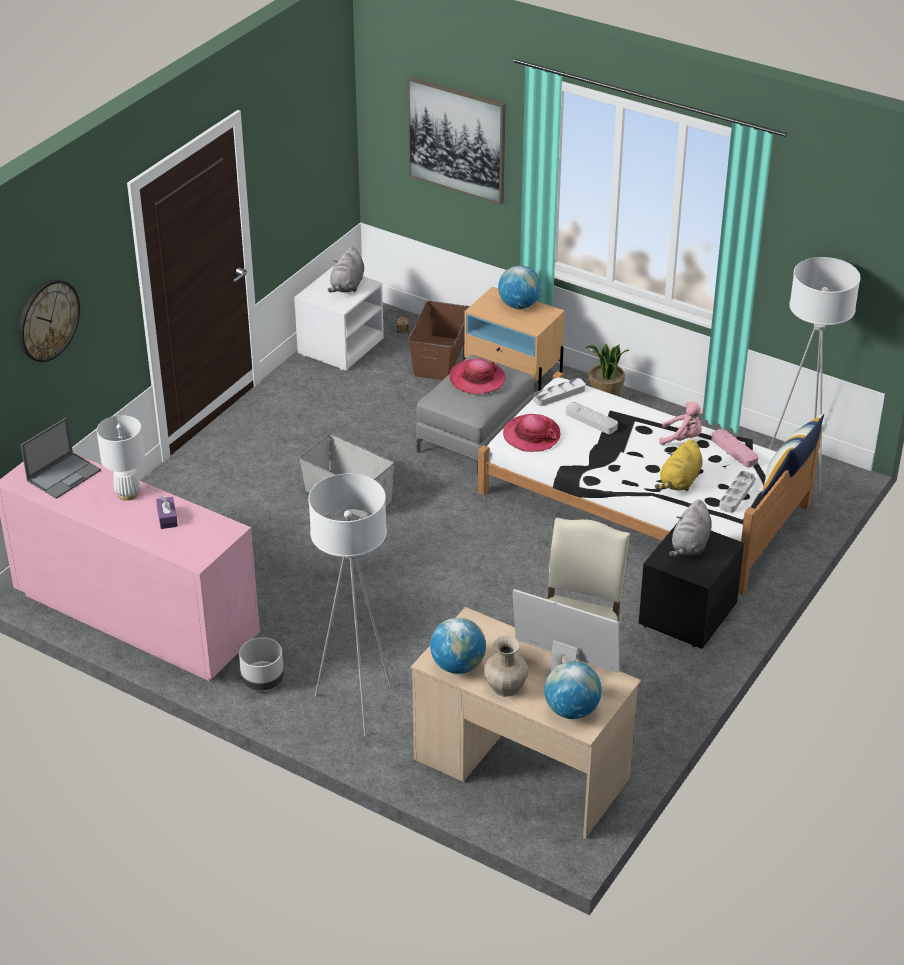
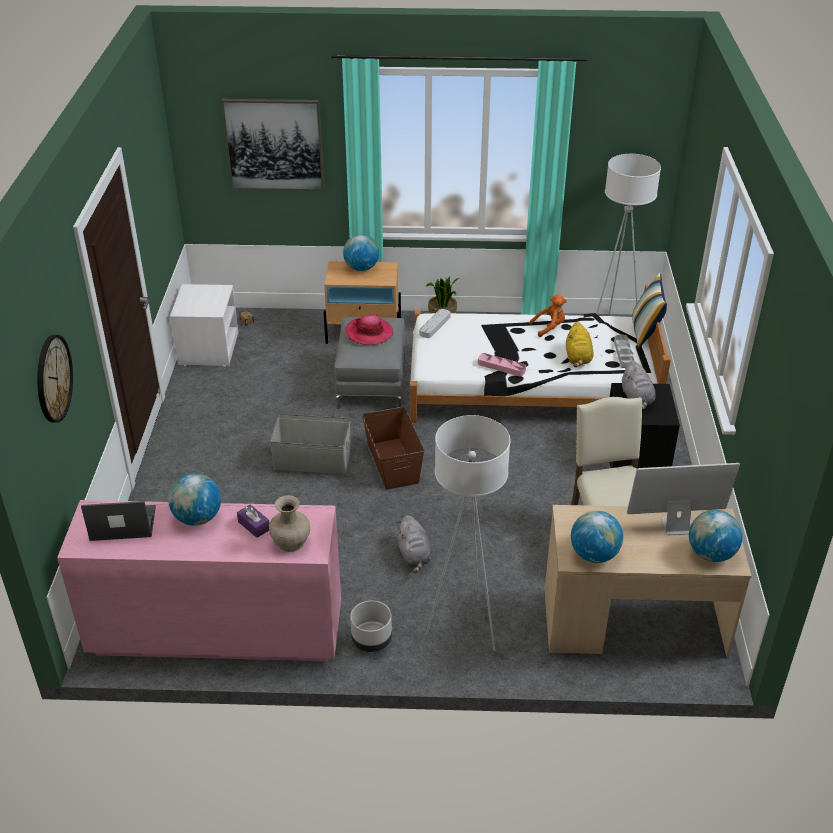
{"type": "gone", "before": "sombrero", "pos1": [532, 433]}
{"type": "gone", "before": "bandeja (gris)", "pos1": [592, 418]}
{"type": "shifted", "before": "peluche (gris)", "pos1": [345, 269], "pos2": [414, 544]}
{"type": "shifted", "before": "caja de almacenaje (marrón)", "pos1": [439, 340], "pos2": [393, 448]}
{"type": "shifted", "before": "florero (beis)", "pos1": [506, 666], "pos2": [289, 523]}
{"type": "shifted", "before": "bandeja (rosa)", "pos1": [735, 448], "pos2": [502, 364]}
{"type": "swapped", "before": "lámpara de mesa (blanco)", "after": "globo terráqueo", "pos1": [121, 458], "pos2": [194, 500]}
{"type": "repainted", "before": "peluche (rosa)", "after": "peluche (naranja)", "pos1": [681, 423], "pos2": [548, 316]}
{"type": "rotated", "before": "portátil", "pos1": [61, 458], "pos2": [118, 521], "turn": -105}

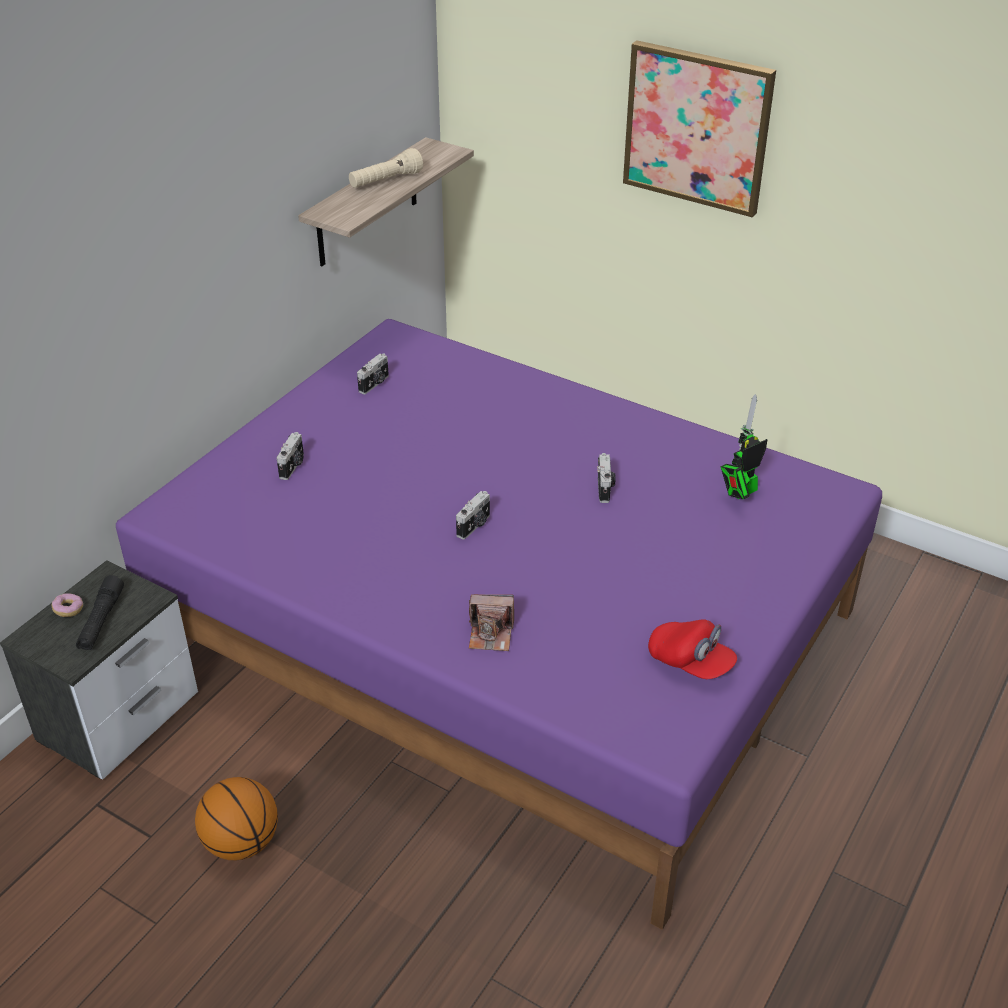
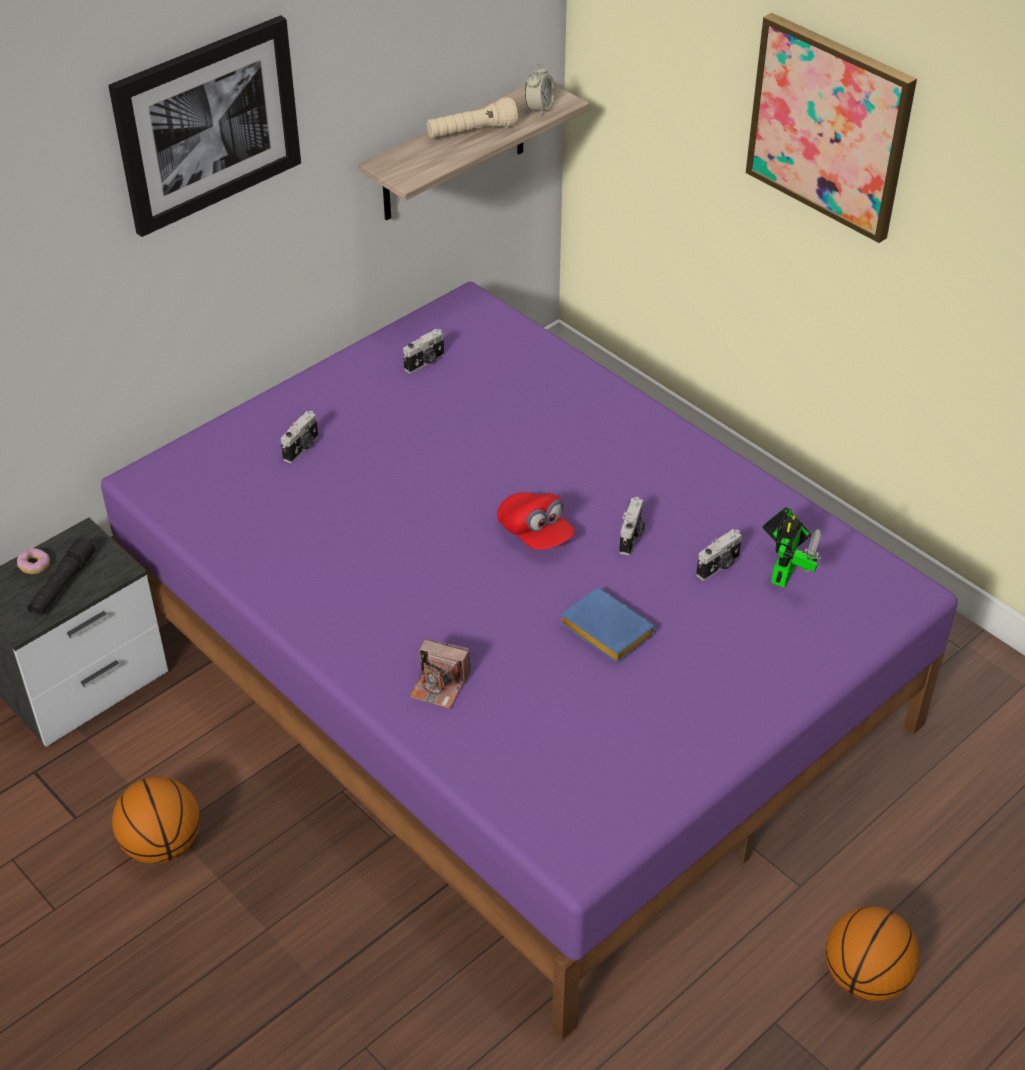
{"type": "new", "after": "cuadro", "pos2": [204, 126]}
{"type": "new", "after": "despertador", "pos2": [540, 89]}
{"type": "new", "after": "libro (azul)", "pos2": [608, 625]}
{"type": "new", "after": "balón de baloncesto", "pos2": [873, 953]}
{"type": "shifted", "before": "cámara", "pos1": [473, 515], "pos2": [719, 555]}
{"type": "shifted", "before": "gorra (rojo)", "pos1": [692, 649], "pos2": [536, 521]}
{"type": "rotated", "before": "robot de juguete", "pos1": [744, 446], "pos2": [792, 547], "turn": 135}

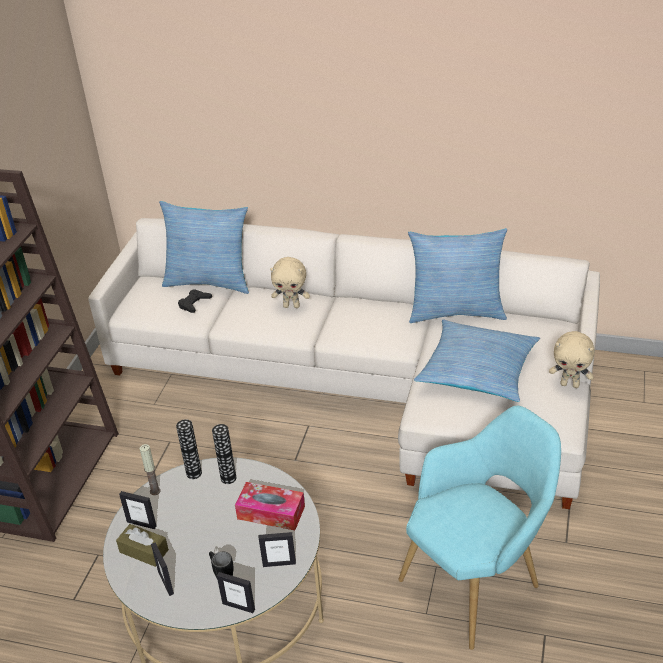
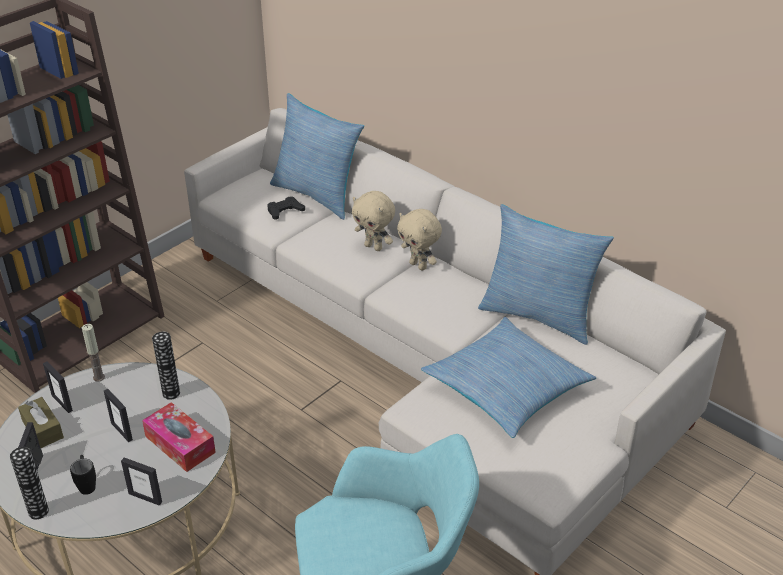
{"type": "shifted", "before": "florero", "pos1": [189, 449], "pos2": [29, 483]}
{"type": "shifted", "before": "portarretratos", "pos1": [236, 592], "pos2": [118, 415]}
{"type": "shifted", "before": "peluche (beis)", "pos1": [572, 359], "pos2": [419, 239]}

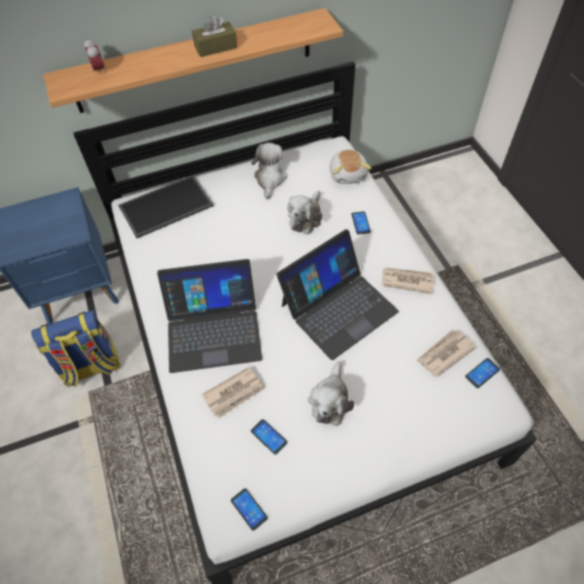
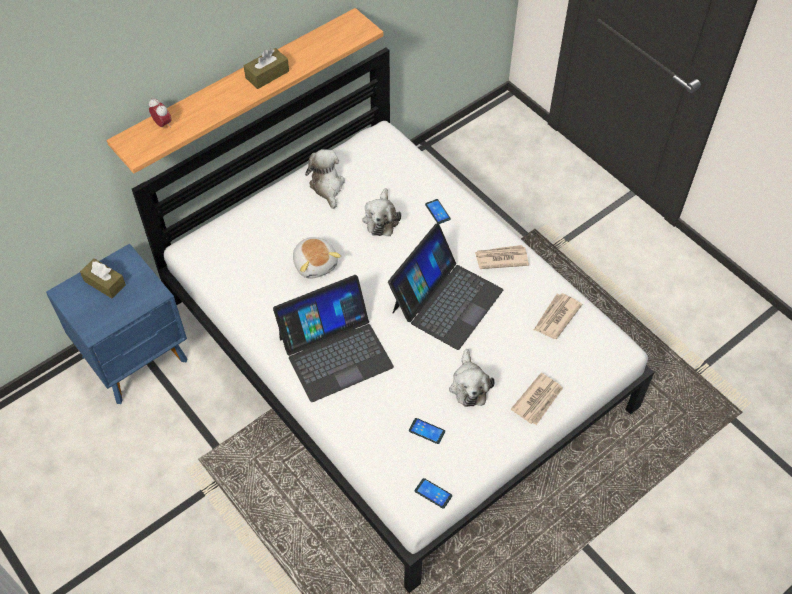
{"type": "gone", "before": "mochila", "pos1": [75, 348]}
{"type": "gone", "before": "bandeja", "pos1": [166, 206]}
{"type": "gone", "before": "móvil", "pos1": [482, 373]}
{"type": "new", "after": "caja de pañuelos (marrón)", "pos2": [103, 278]}
{"type": "shifted", "before": "periódico", "pos1": [233, 393], "pos2": [537, 399]}
{"type": "shifted", "before": "peluche", "pos1": [350, 166], "pos2": [317, 258]}

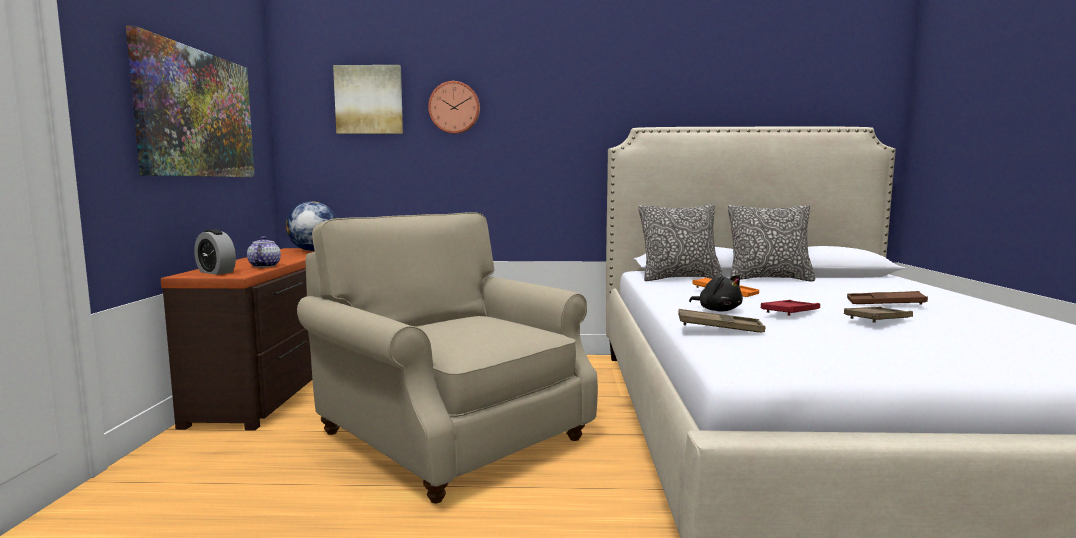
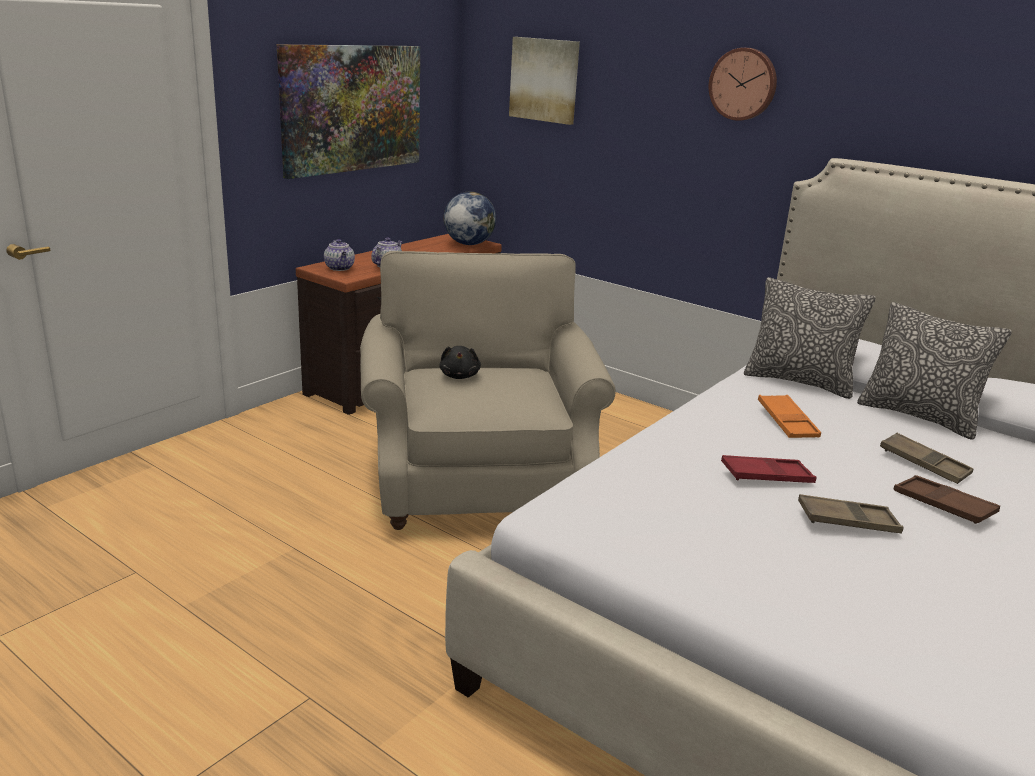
{"type": "shifted", "before": "reloj de pared", "pos1": [454, 107], "pos2": [743, 84]}
{"type": "shifted", "before": "bandeja (marrón)", "pos1": [722, 320], "pos2": [926, 458]}
{"type": "shifted", "before": "peluche (negro)", "pos1": [716, 293], "pos2": [460, 362]}
{"type": "swapped", "before": "despertador", "after": "tetera", "pos1": [215, 252], "pos2": [339, 255]}

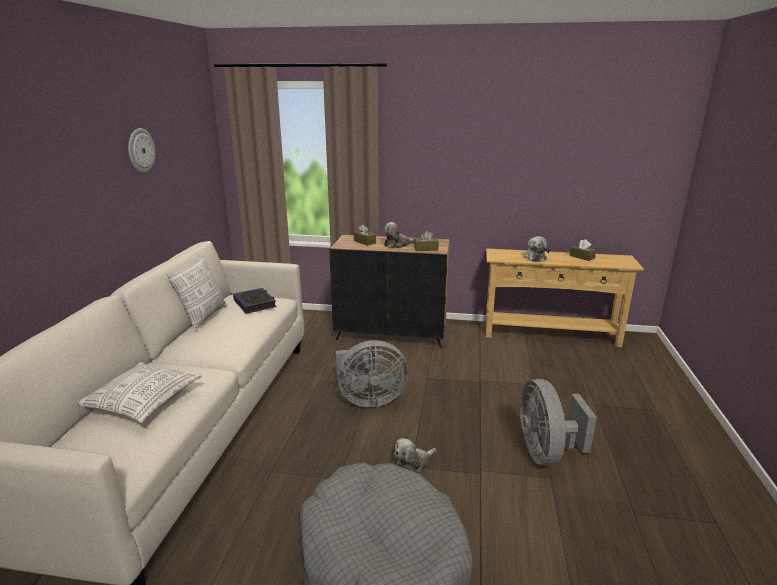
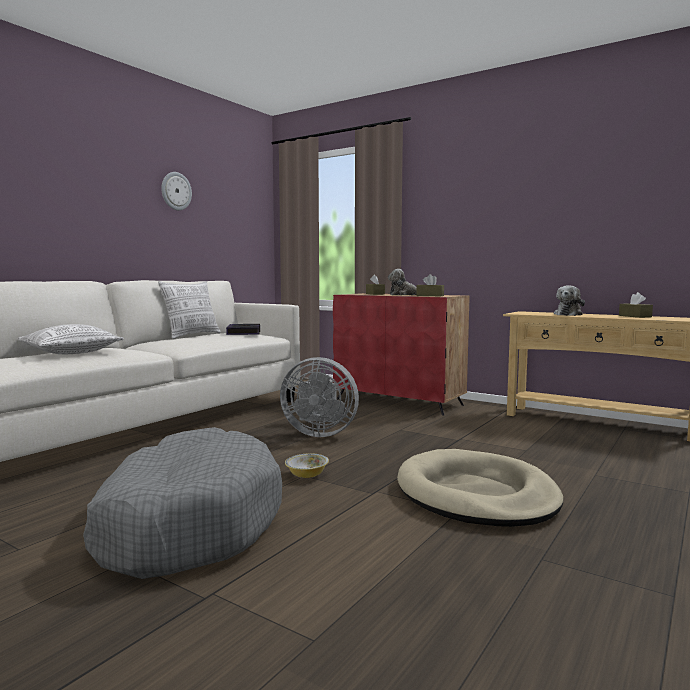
{"type": "swapped", "before": "peluche", "after": "cuenco", "pos1": [415, 456], "pos2": [307, 465]}
{"type": "swapped", "before": "ventilador (gris)", "after": "cama para perro (beis)", "pos1": [558, 422], "pos2": [480, 488]}
{"type": "repainted", "before": "armario (negro)", "after": "armario (rojo)", "pos1": [389, 291], "pos2": [401, 354]}

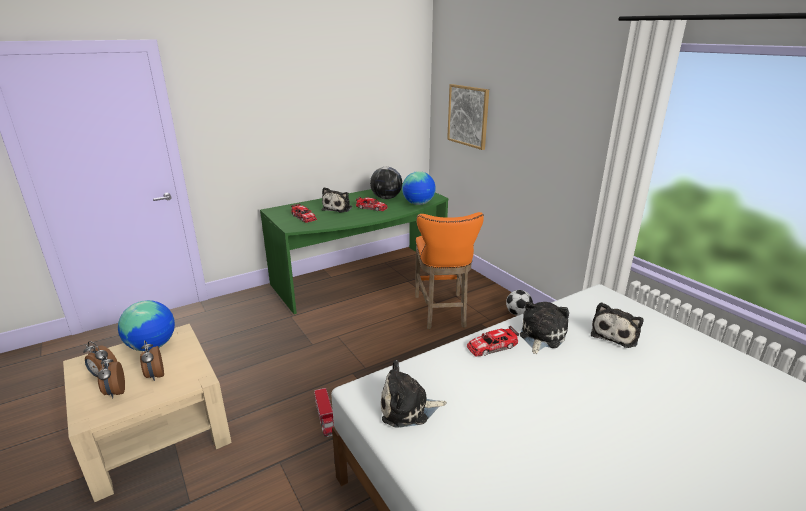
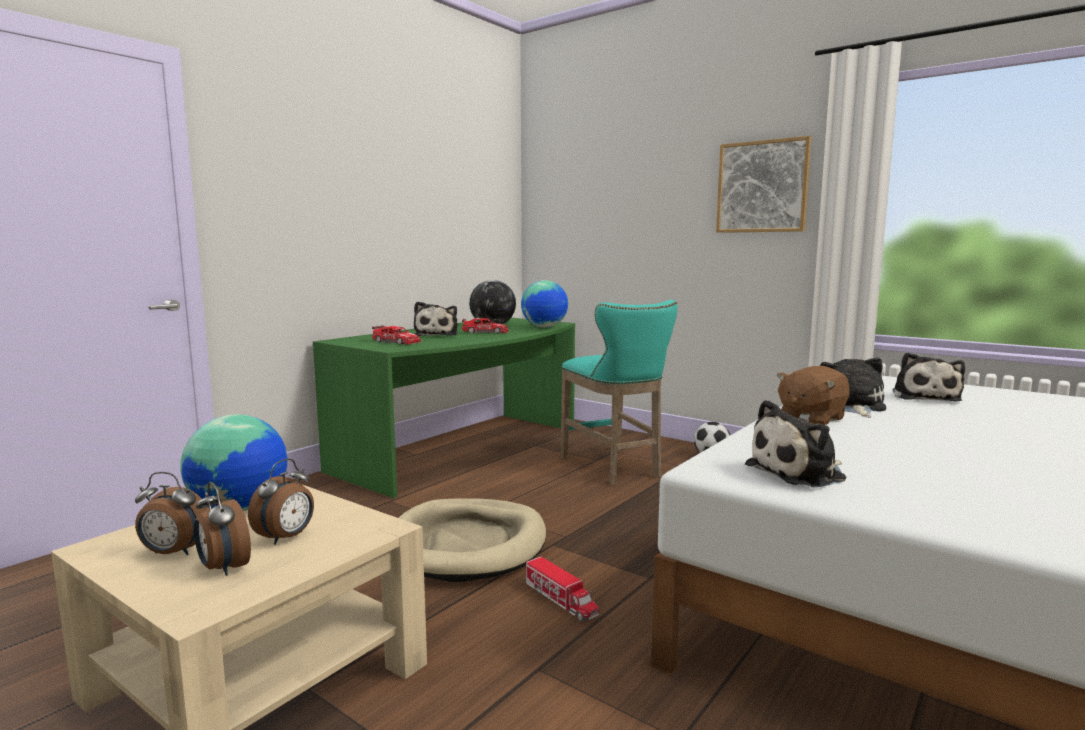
{"type": "new", "after": "cama para perro (beis)", "pos2": [472, 540]}
{"type": "shifted", "before": "cuadro", "pos1": [468, 117], "pos2": [763, 184]}
{"type": "swapped", "before": "coche de juguete", "after": "peluche (marrón)", "pos1": [493, 341], "pos2": [813, 395]}
{"type": "repainted", "before": "taburete (naranja)", "after": "taburete (turquesa)", "pos1": [449, 270], "pos2": [619, 392]}
{"type": "rotated", "before": "despertador", "pos1": [152, 360], "pos2": [281, 502], "turn": -105}

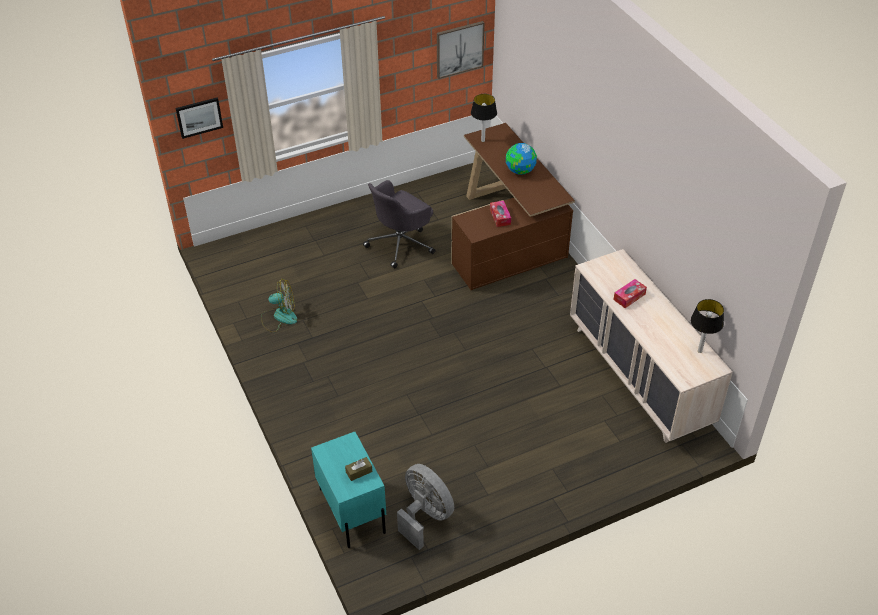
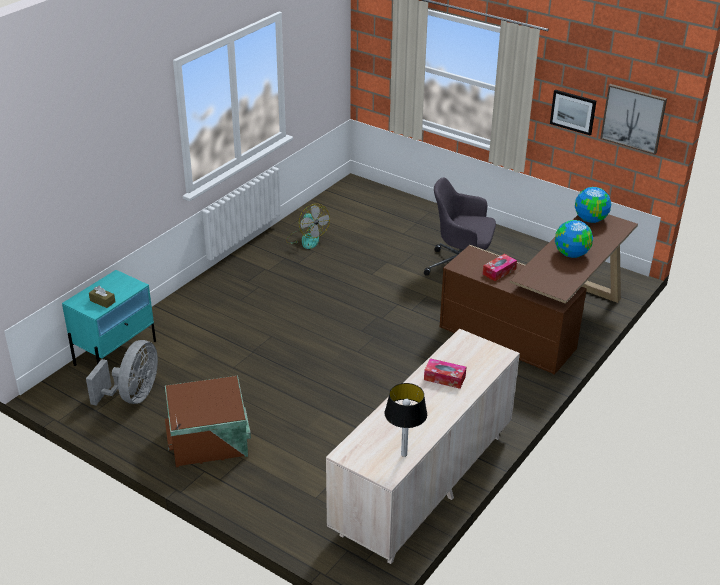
{"type": "new", "after": "caja de almacenaje (marrón)", "pos2": [208, 421]}
{"type": "shifted", "before": "cuadro", "pos1": [199, 118], "pos2": [573, 112]}
{"type": "swapped", "before": "lámpara de mesa", "after": "globo terráqueo", "pos1": [484, 118], "pos2": [593, 205]}

